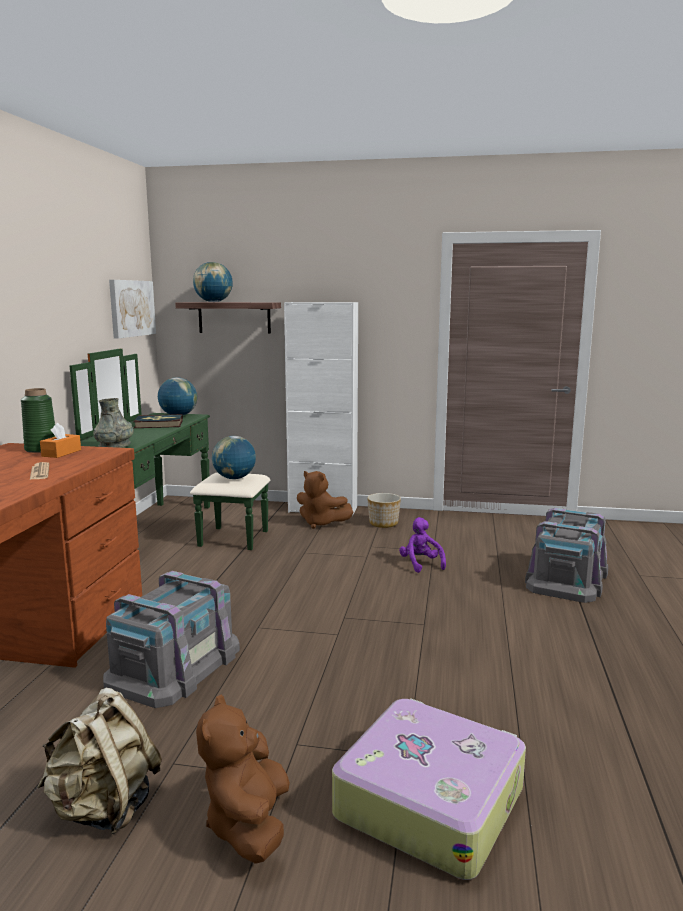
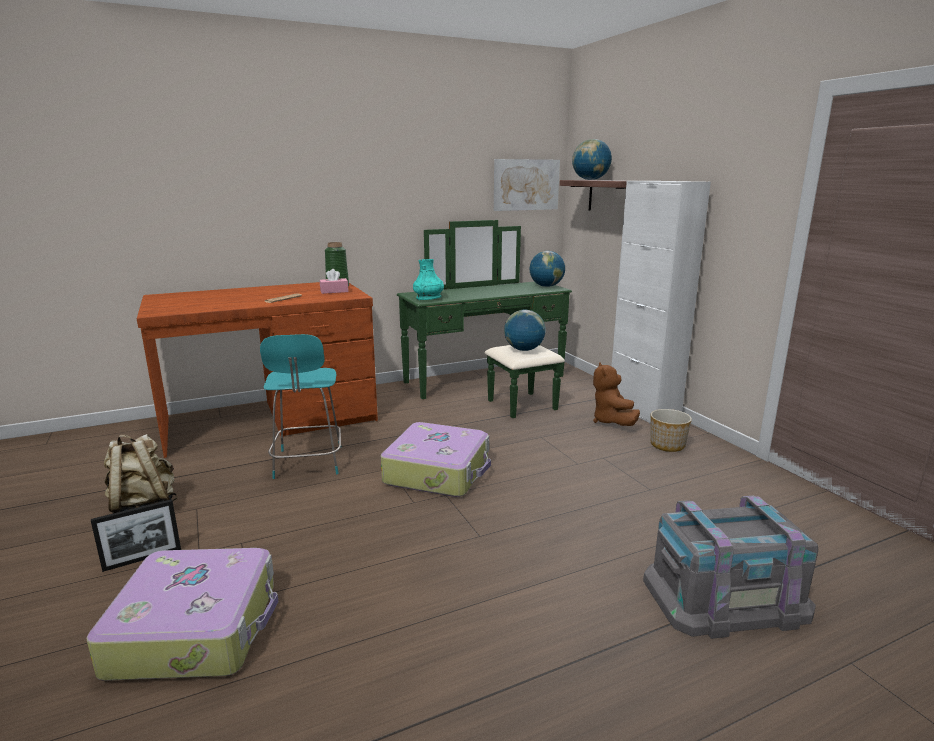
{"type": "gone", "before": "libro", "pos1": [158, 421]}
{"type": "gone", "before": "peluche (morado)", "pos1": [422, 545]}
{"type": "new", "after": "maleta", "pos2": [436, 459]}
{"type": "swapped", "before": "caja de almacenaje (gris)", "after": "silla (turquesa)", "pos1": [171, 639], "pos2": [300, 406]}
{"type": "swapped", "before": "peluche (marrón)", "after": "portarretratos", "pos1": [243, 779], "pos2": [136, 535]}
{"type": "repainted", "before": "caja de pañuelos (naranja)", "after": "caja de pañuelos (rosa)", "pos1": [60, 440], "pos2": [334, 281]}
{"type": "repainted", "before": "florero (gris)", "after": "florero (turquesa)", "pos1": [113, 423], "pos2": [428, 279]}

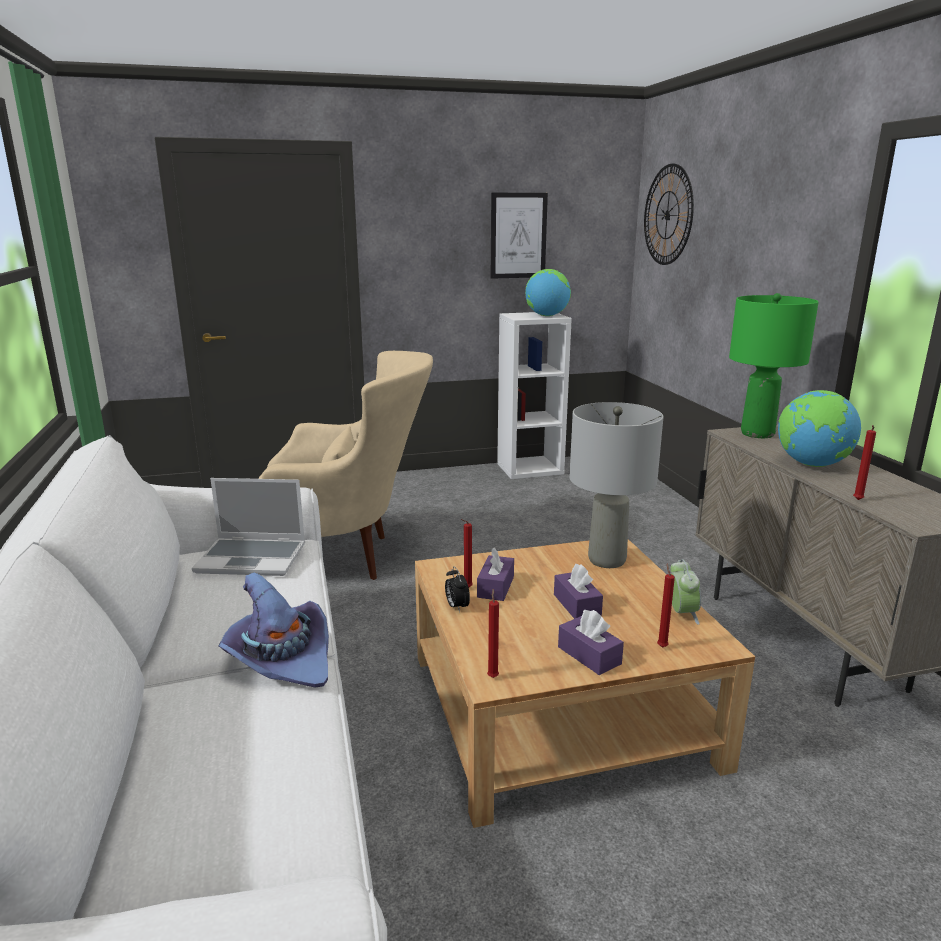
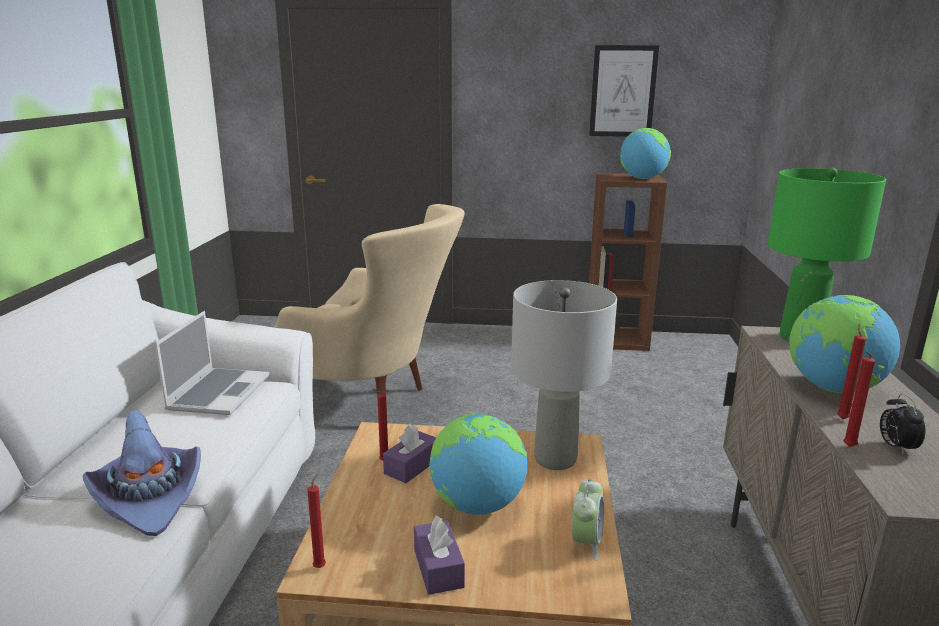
{"type": "gone", "before": "reloj de pared", "pos1": [669, 214]}
{"type": "shifted", "before": "despertador", "pos1": [457, 589], "pos2": [902, 424]}
{"type": "shifted", "before": "vela (rojo)", "pos1": [666, 606], "pos2": [851, 371]}
{"type": "swapped", "before": "caja de pañuelos (morado)", "after": "globo terráqueo", "pos1": [578, 591], "pos2": [478, 464]}
{"type": "repainted", "before": "estantería (blanco)", "after": "estantería (marrón)", "pos1": [534, 395], "pos2": [628, 262]}
{"type": "rotated", "before": "portátil", "pos1": [248, 527], "pos2": [212, 363], "turn": -105}

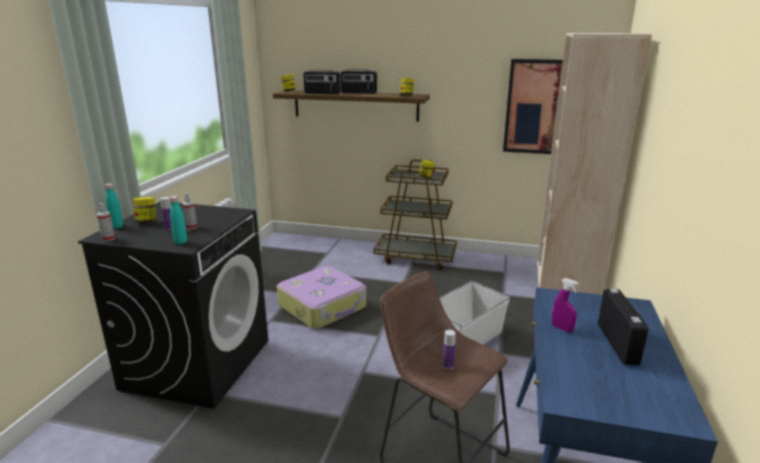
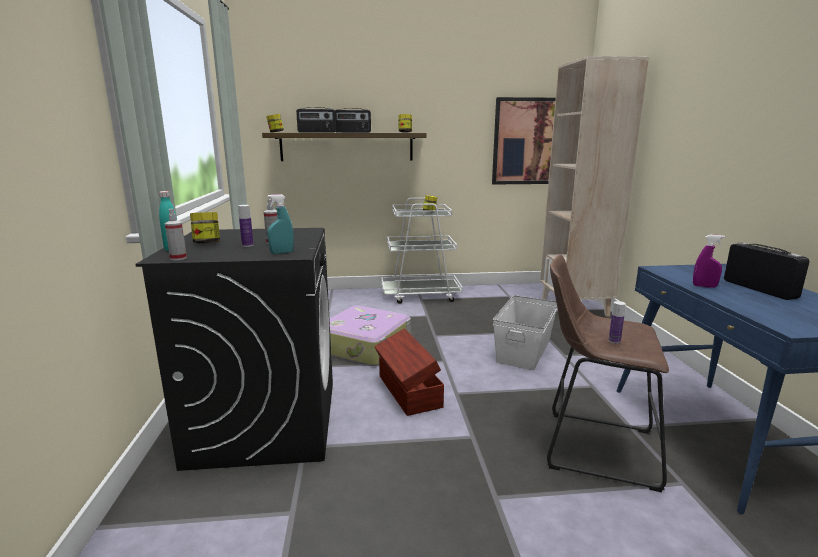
{"type": "new", "after": "caja de almacenaje (marrón)", "pos2": [409, 372]}
{"type": "swapped", "before": "botella (turquesa)", "after": "pulverizador (turquesa)", "pos1": [178, 220], "pos2": [280, 224]}
{"type": "repainted", "before": "carrito (marrón)", "after": "carrito (blanco)", "pos1": [415, 214], "pos2": [422, 251]}

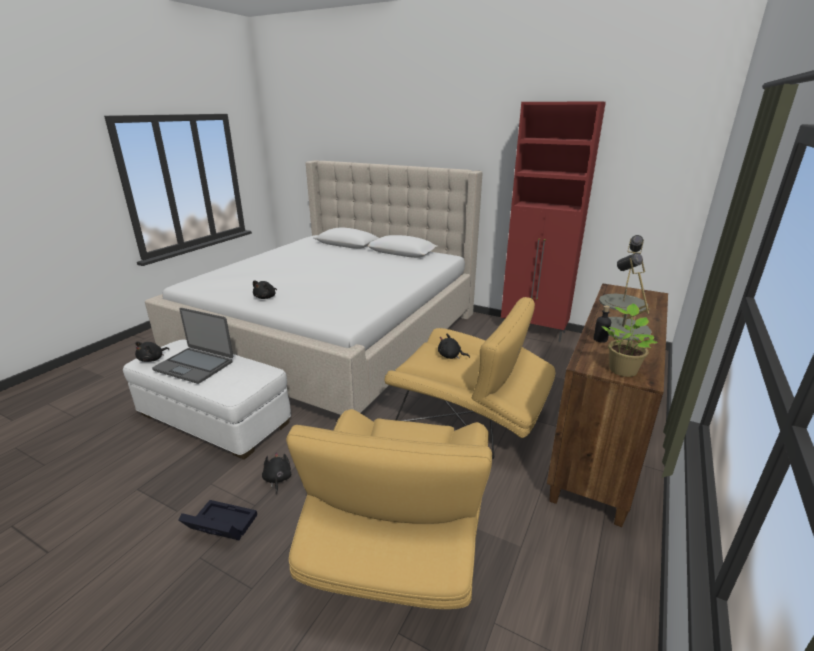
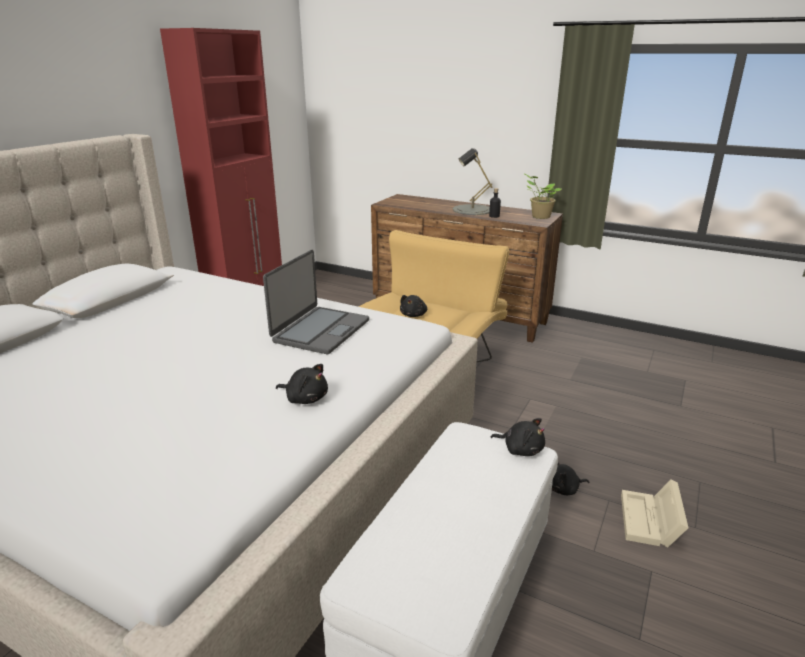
{"type": "gone", "before": "sillón (amarillo)", "pos1": [389, 509]}
{"type": "gone", "before": "lámpara de mesa (gris)", "pos1": [623, 273]}
{"type": "shifted", "before": "peluche (negro)", "pos1": [152, 352], "pos2": [517, 437]}
{"type": "shifted", "before": "portátil", "pos1": [192, 346], "pos2": [316, 302]}
{"type": "repainted", "before": "caja de almacenaje (negro)", "after": "caja de almacenaje (beis)", "pos1": [217, 520], "pos2": [654, 513]}

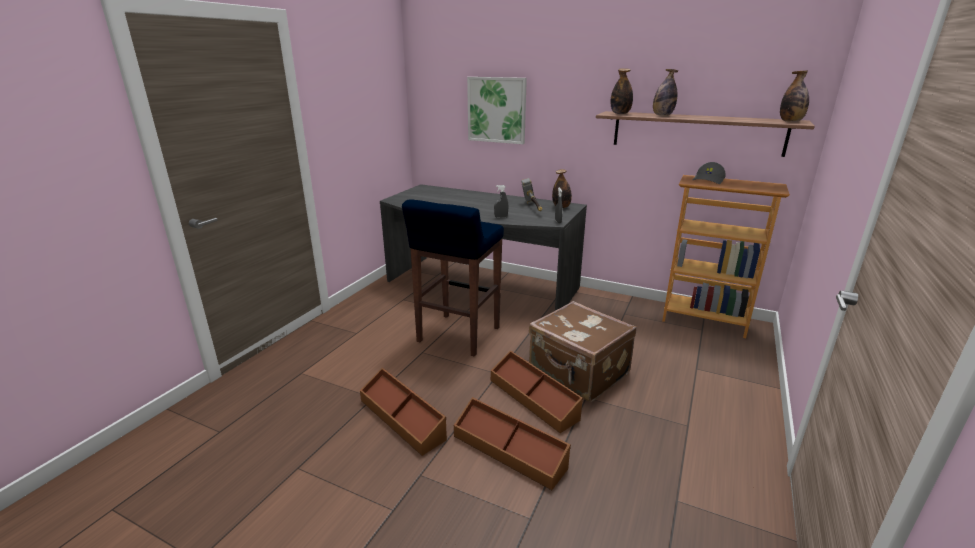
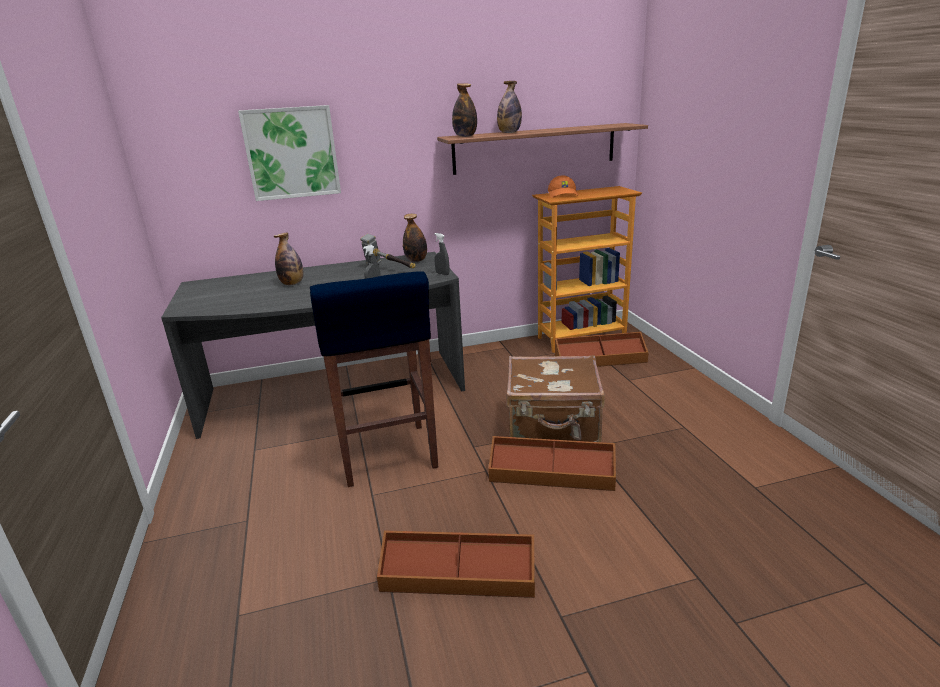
{"type": "shifted", "before": "caja de almacenaje (marrón)", "pos1": [512, 443], "pos2": [602, 349]}
{"type": "shifted", "before": "botella", "pos1": [794, 96], "pos2": [289, 258]}
{"type": "repainted", "before": "gorra (gris)", "after": "gorra (naranja)", "pos1": [709, 173], "pos2": [563, 186]}

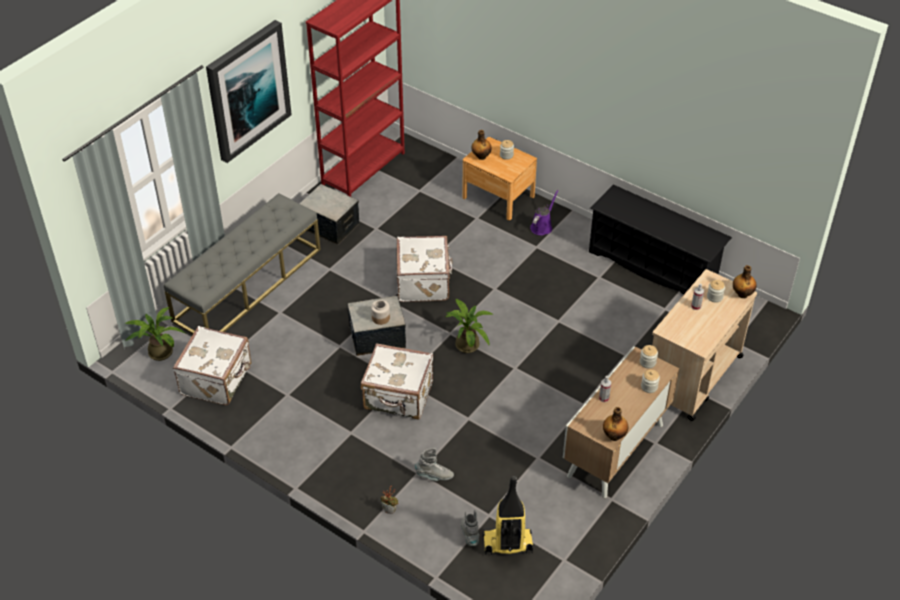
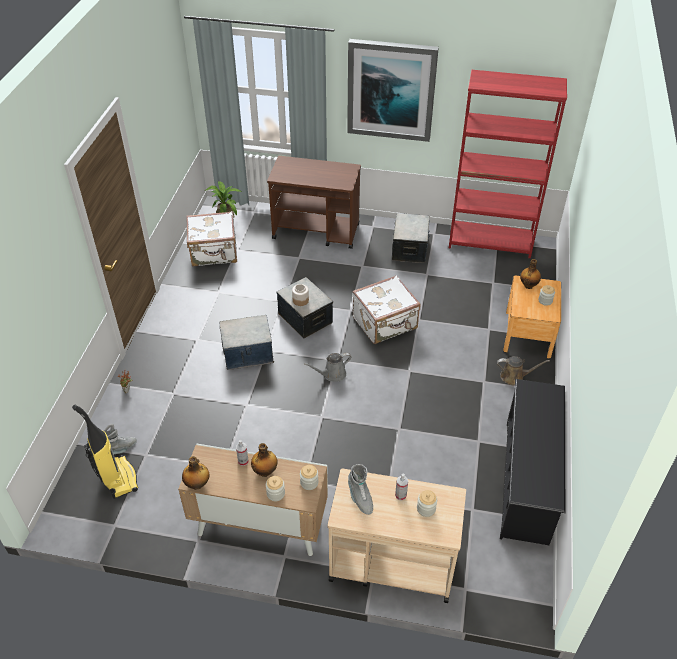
{"type": "shifted", "before": "bota (gris)", "pos1": [434, 464], "pos2": [360, 489]}
{"type": "shifted", "before": "botella", "pos1": [745, 281], "pos2": [264, 460]}
{"type": "swapped", "before": "banco (gris)", "after": "carrito (marrón)", "pos1": [242, 263], "pos2": [314, 202]}
{"type": "swapped", "before": "maleta (blanco)", "after": "caja de almacenaje", "pos1": [397, 381], "pos2": [246, 342]}
{"type": "swapped", "before": "planta en maceta", "after": "regadera (gris)", "pos1": [469, 325], "pos2": [327, 367]}
{"type": "repainted", "before": "regadera (morado)", "after": "regadera (marrón)", "pos1": [544, 212], "pos2": [523, 370]}

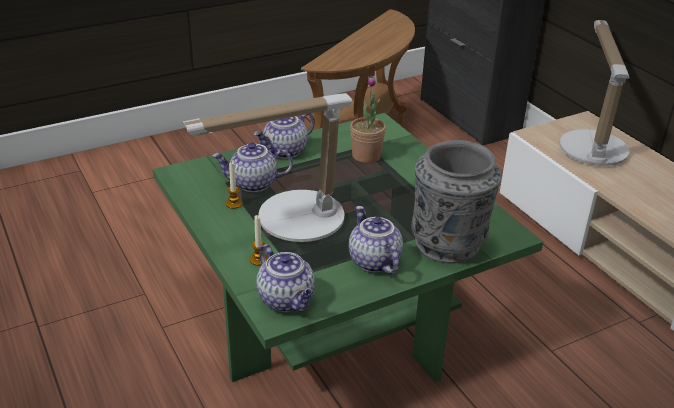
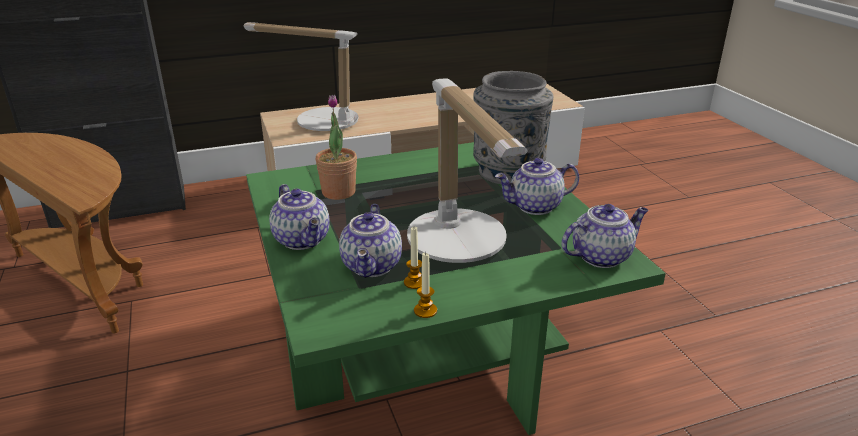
{"type": "shifted", "before": "vela", "pos1": [259, 240], "pos2": [425, 285]}

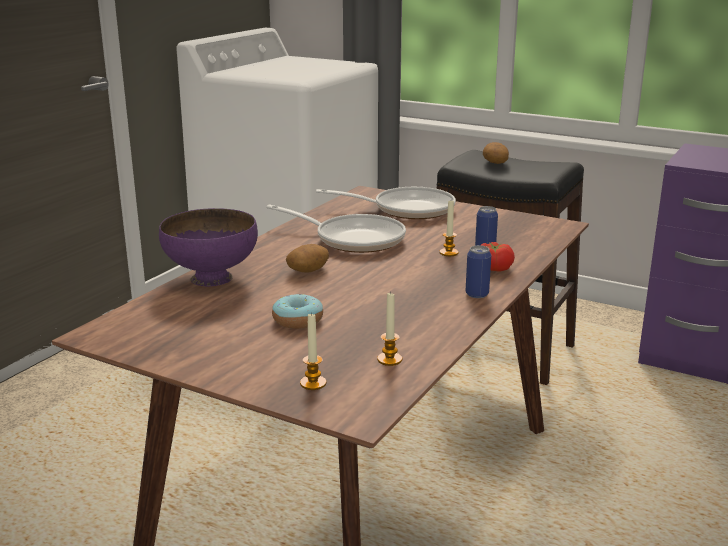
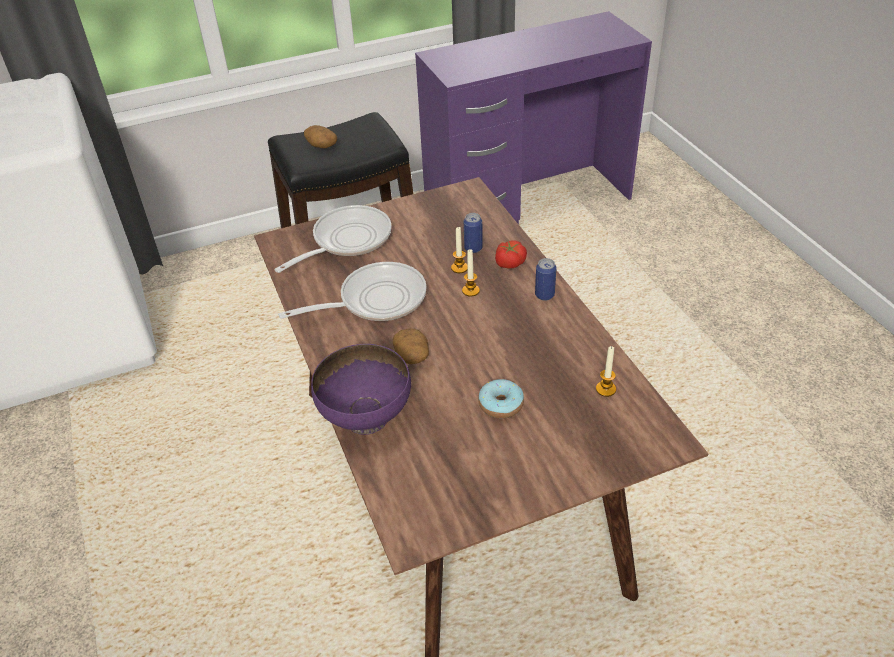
{"type": "shifted", "before": "vela", "pos1": [313, 351], "pos2": [471, 273]}

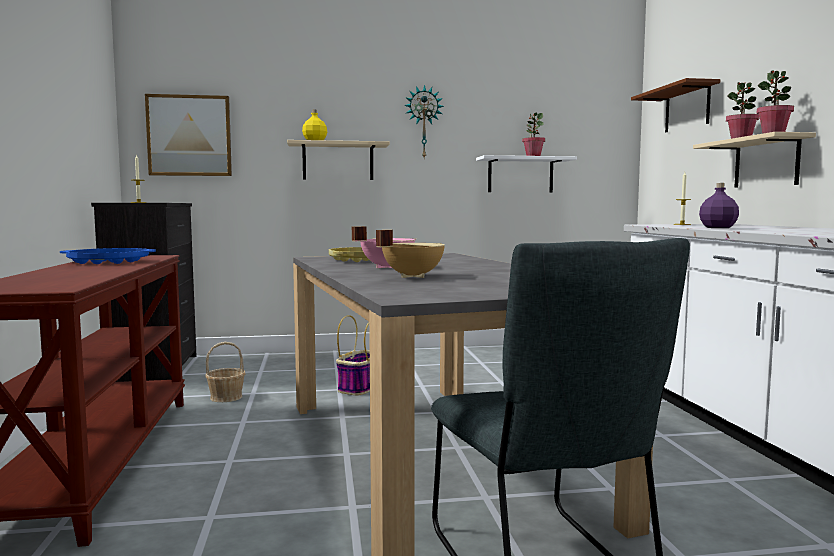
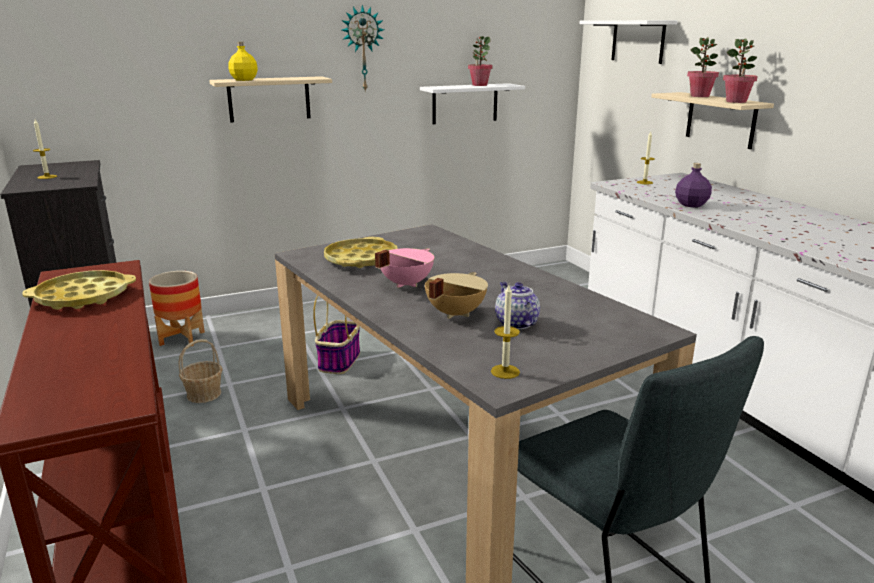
{"type": "gone", "before": "cuadro", "pos1": [188, 135]}
{"type": "new", "after": "maceta", "pos2": [177, 308]}
{"type": "new", "after": "vela", "pos2": [505, 332]}
{"type": "new", "after": "tetera", "pos2": [517, 305]}
{"type": "repainted", "before": "bandeja (azul)", "after": "bandeja (amarillo)", "pos1": [108, 256], "pos2": [79, 290]}
{"type": "repainted", "before": "estante (marrón)", "after": "estante (blanco)", "pos1": [675, 105], "pos2": [628, 42]}

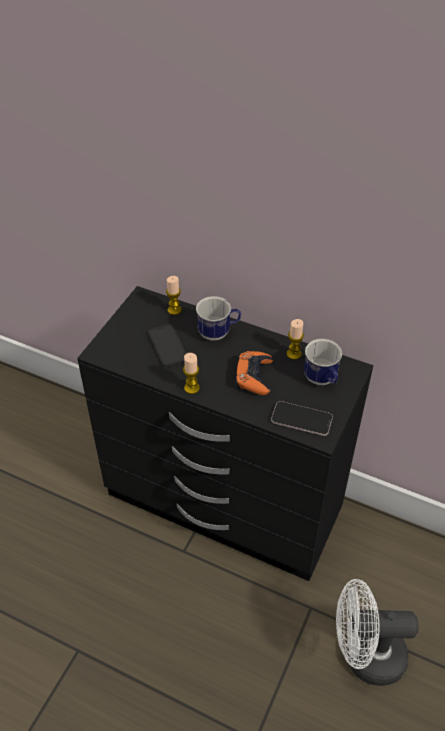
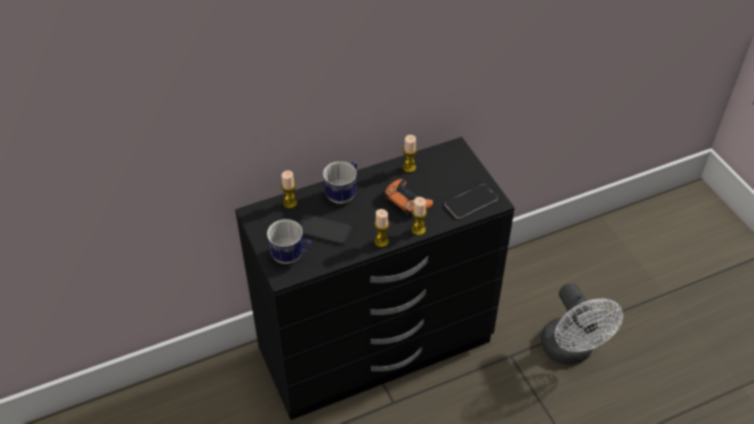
{"type": "new", "after": "vela", "pos2": [419, 216]}
{"type": "shifted", "before": "taza grande", "pos1": [323, 362], "pos2": [289, 241]}
{"type": "rotated", "before": "ventilador (blanco)", "pos1": [377, 632], "pos2": [582, 324], "turn": -60}

